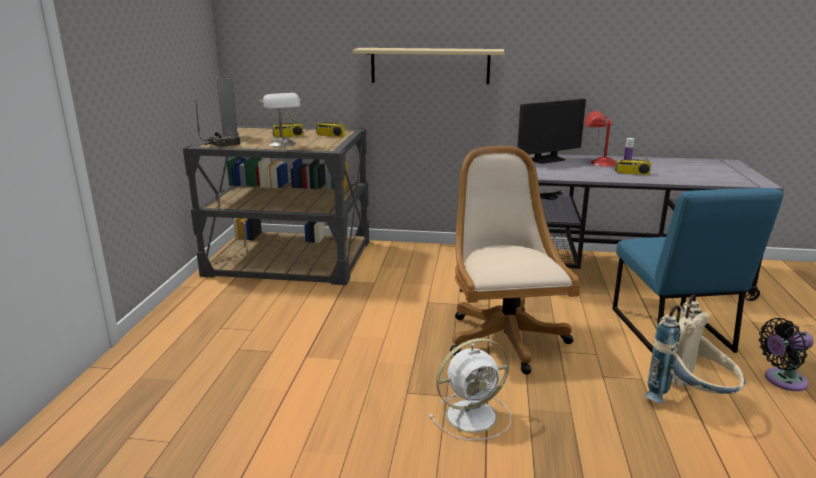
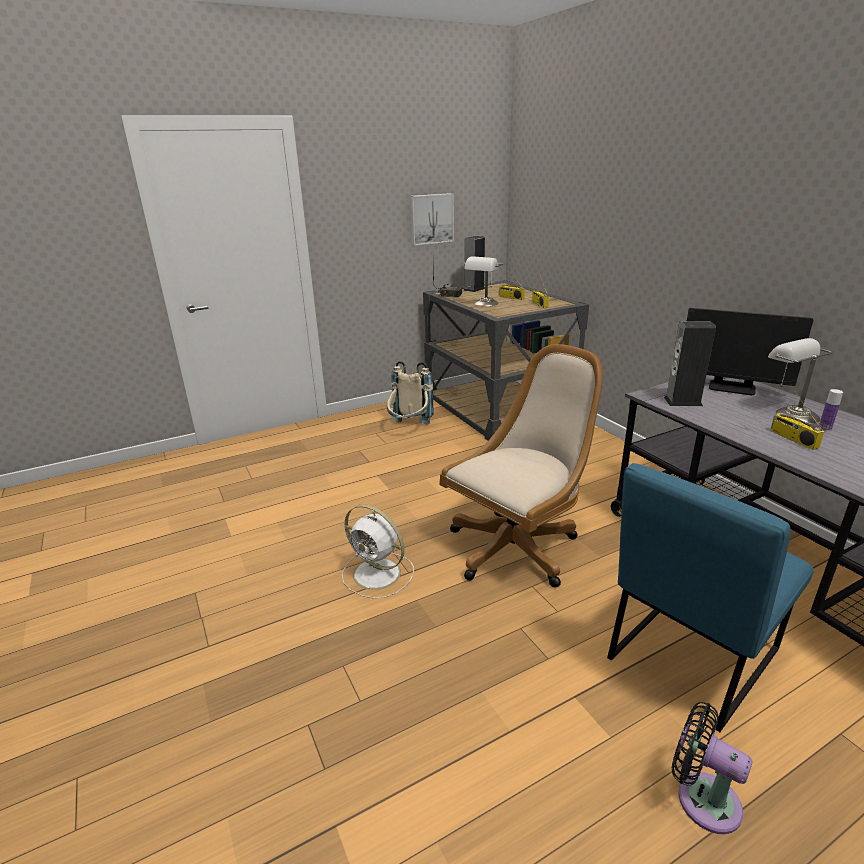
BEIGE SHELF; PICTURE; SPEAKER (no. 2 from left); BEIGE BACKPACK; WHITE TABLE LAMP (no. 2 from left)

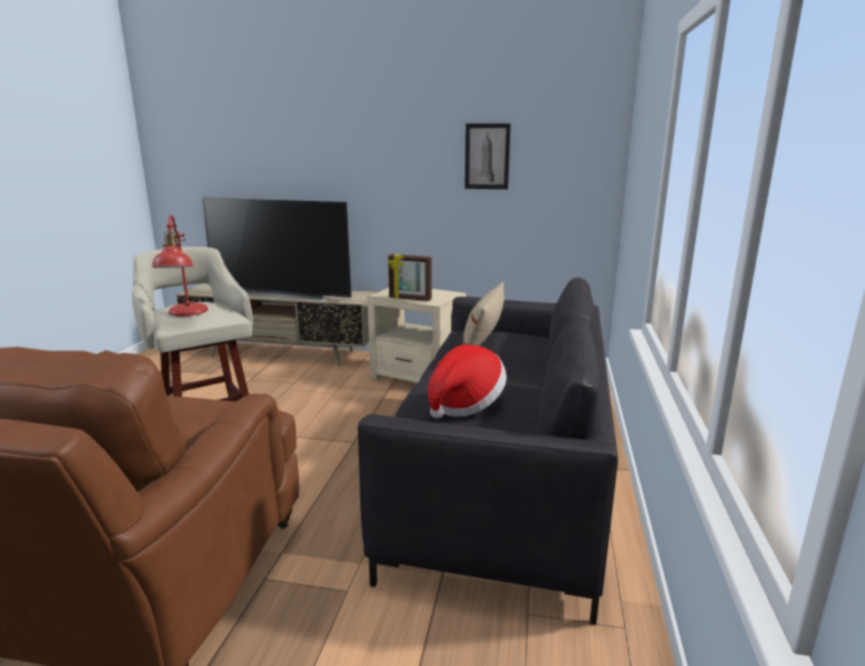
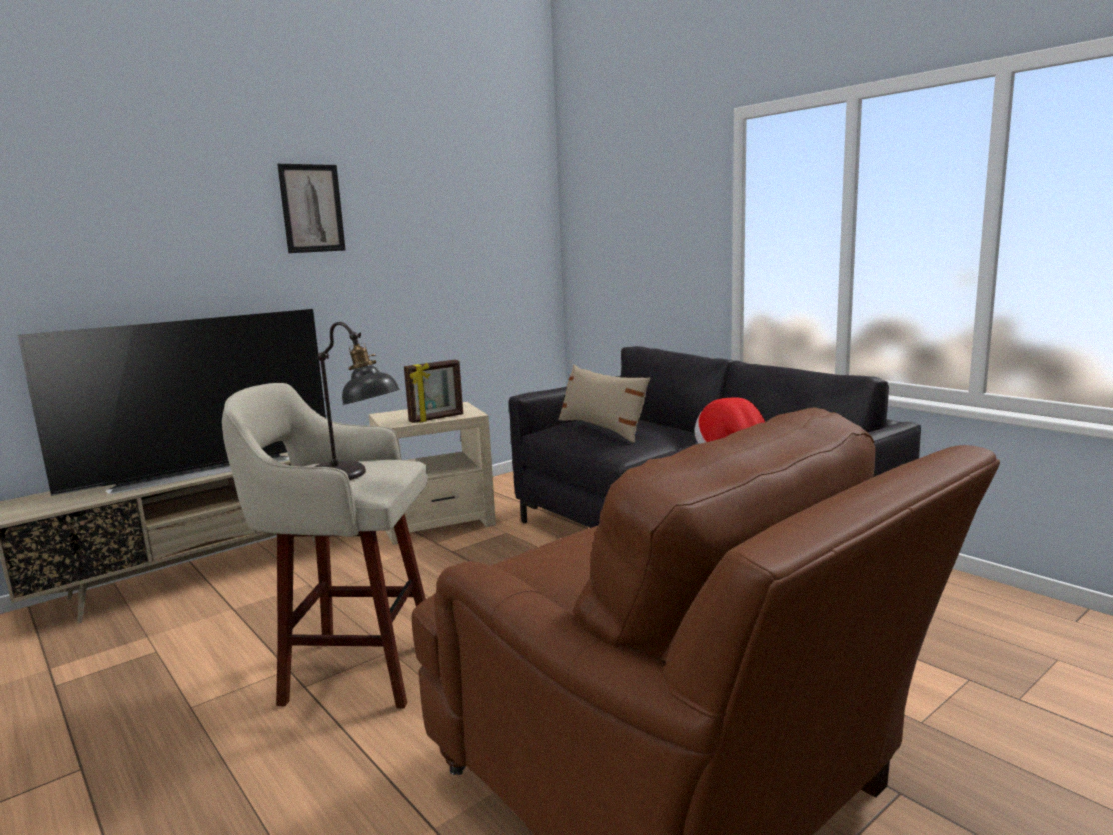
PICTURE; GREY TABLE LAMP

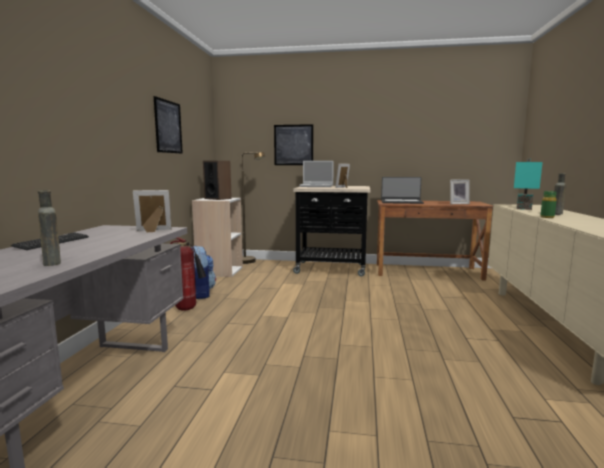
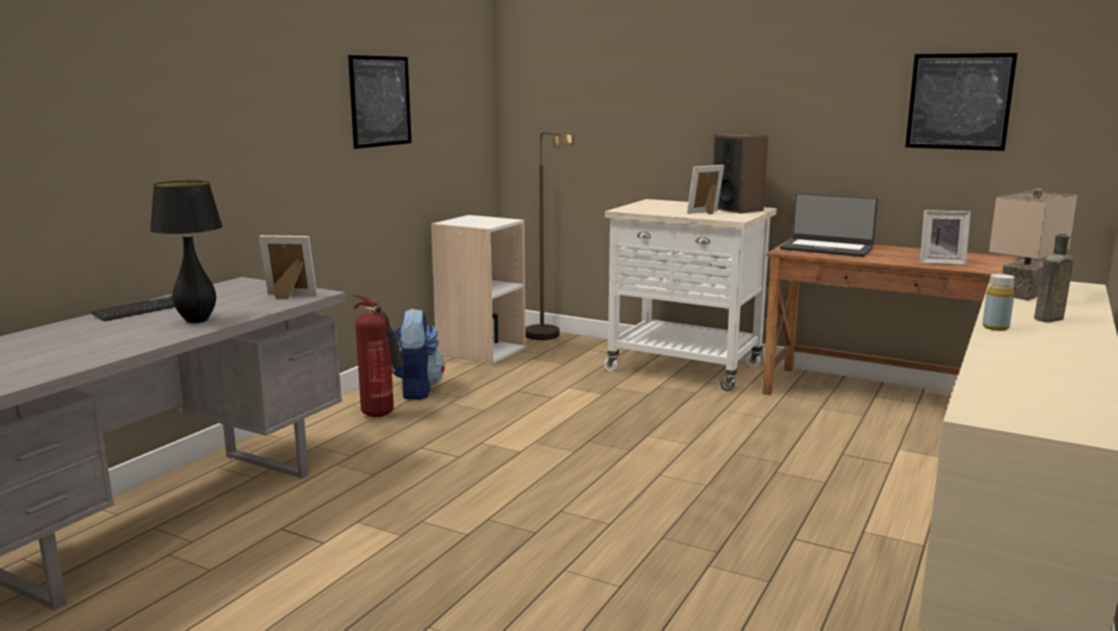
BROWN BOTTLE (no. 1 from left in the first image); LAPTOP (no. 1 from left in the first image); BLACK TABLE LAMP; SPEAKER; PICTURE (no. 2 from left); WHITE CART; BEIGE TABLE LAMP; YELLOW BOTTLE

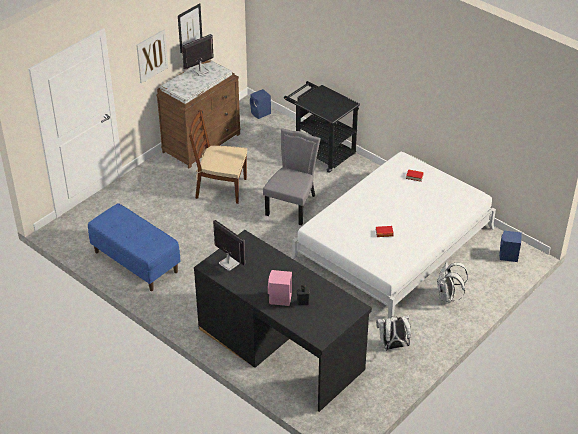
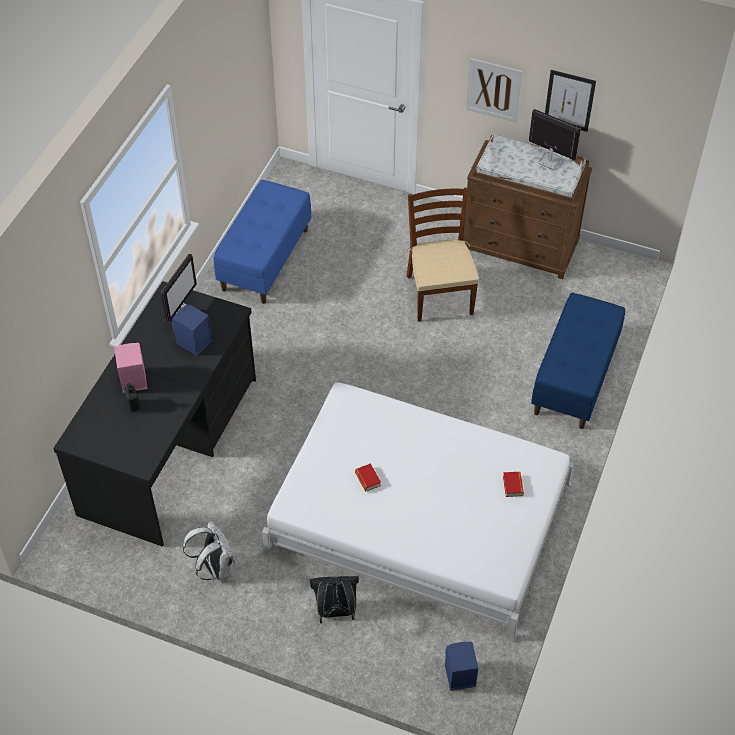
GREY CHAIR; BLUE SPEAKER (no. 1 from left); BLUE BENCH (no. 2 from left); BLACK BACKPACK

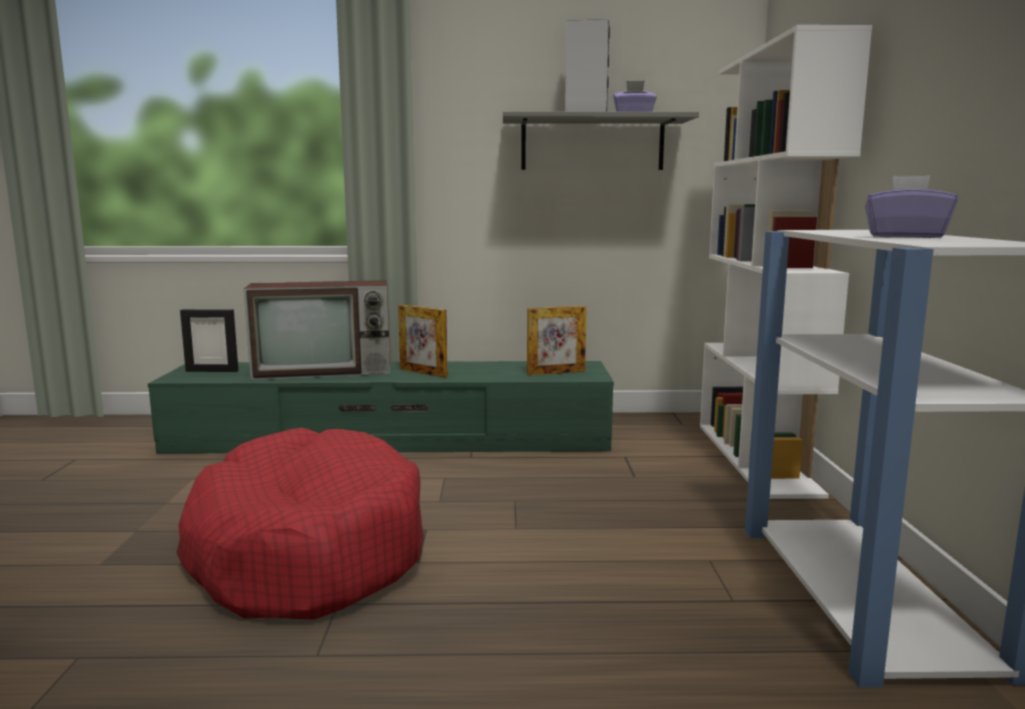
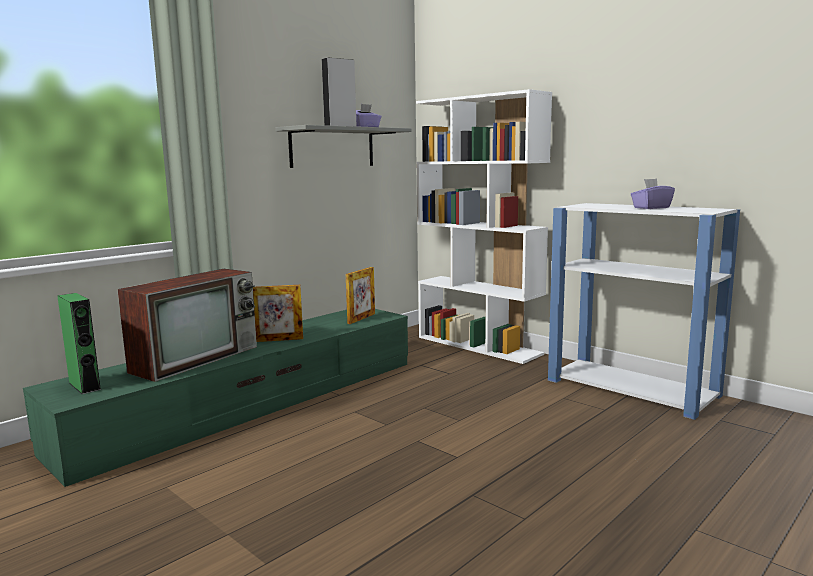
RED DOG BED; GREEN SPEAKER

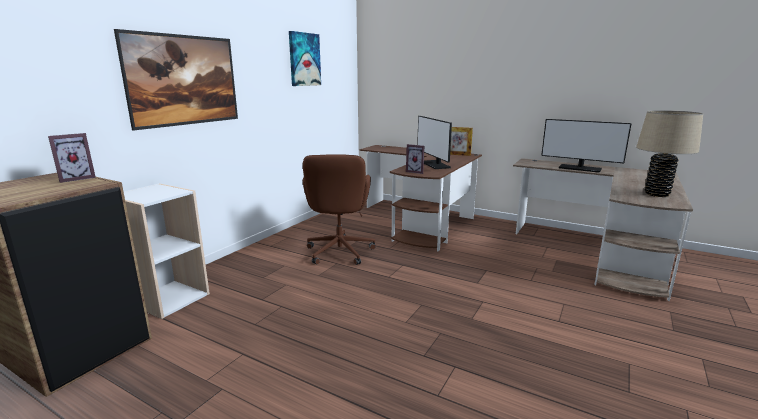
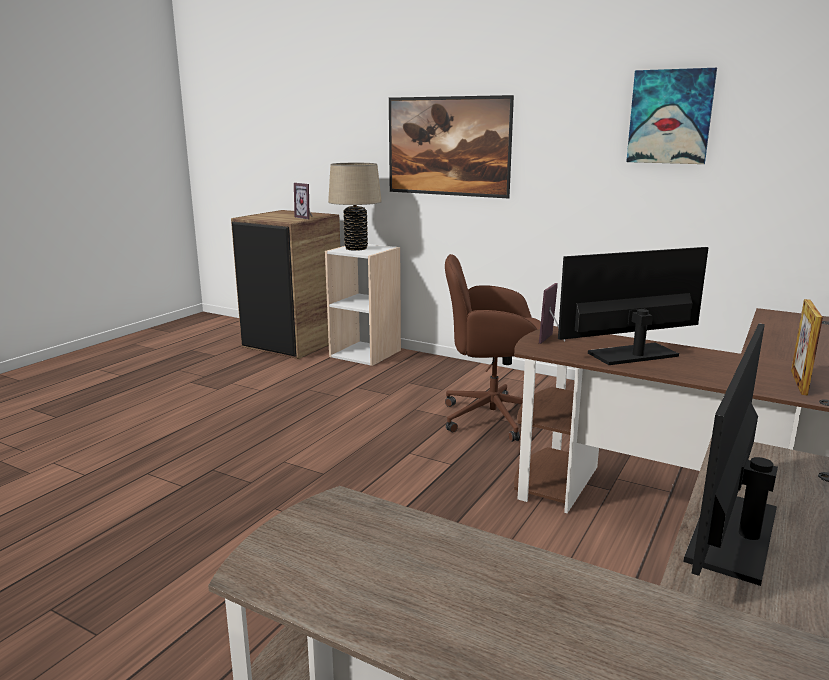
BEIGE TABLE LAMP

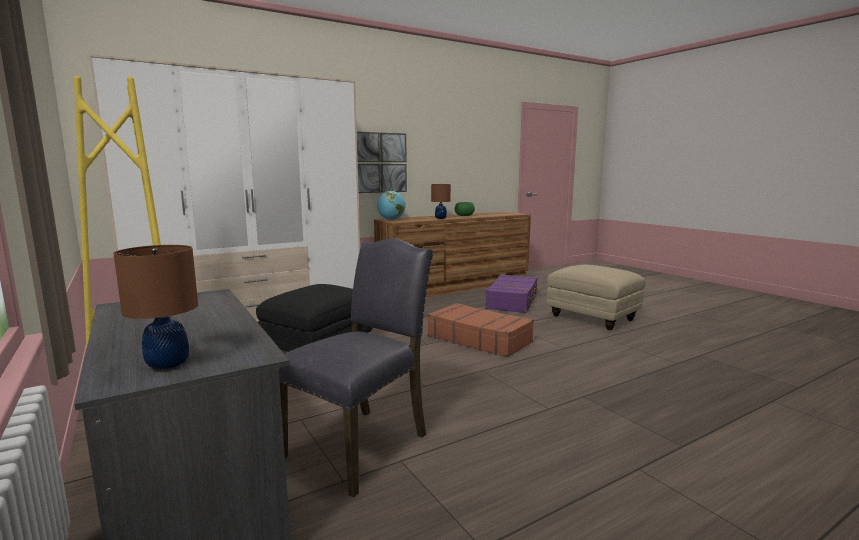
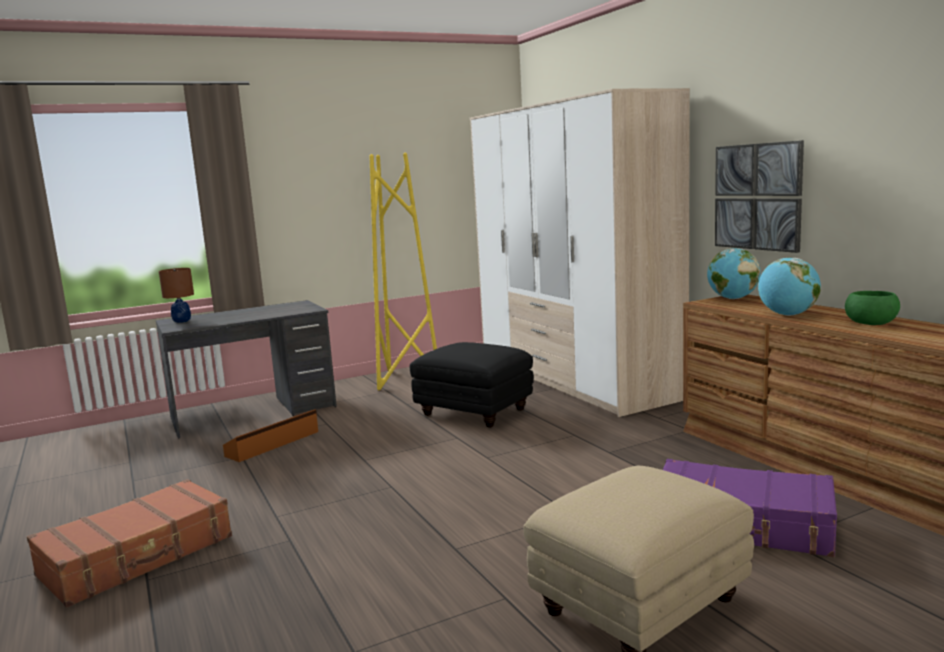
BROWN SUITCASE; BROWN STORAGE BOX; GLOBE (no. 2 from left)

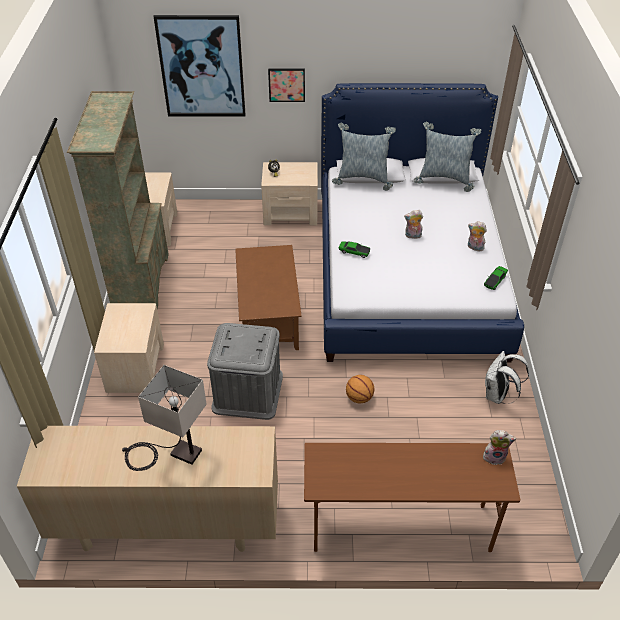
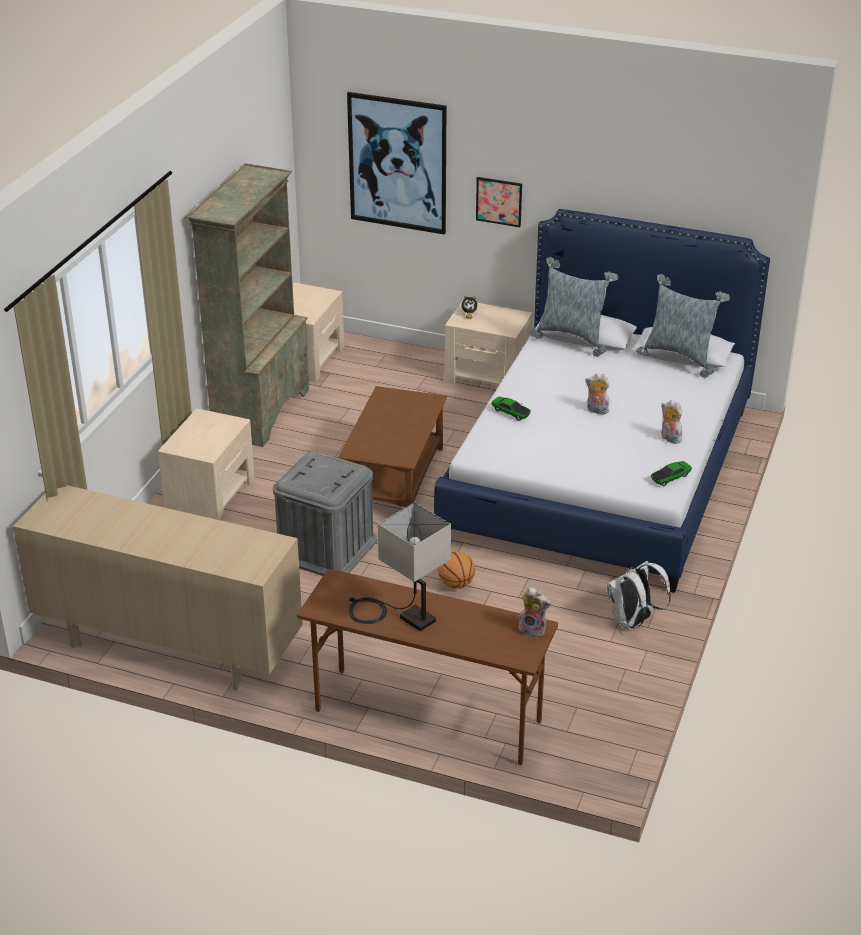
TABLE LAMP

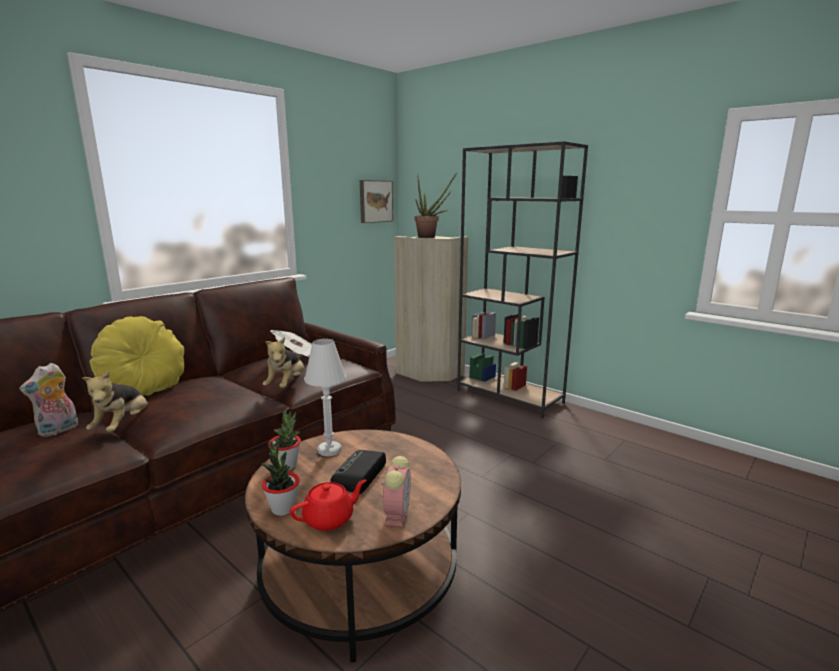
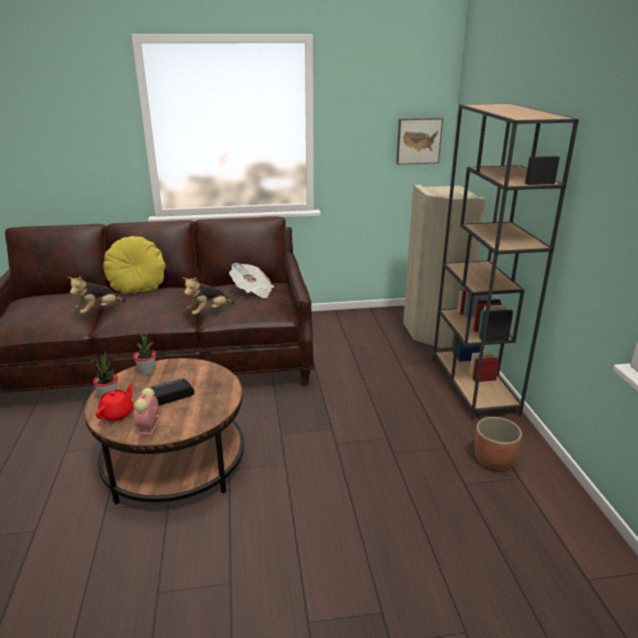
PLUSH TOY (no. 1 from left in the first image); WHITE TABLE LAMP; POTTED PLANT (no. 3 from left in the first image); PLANTER; RED TEAPOT; ALARM CLOCK

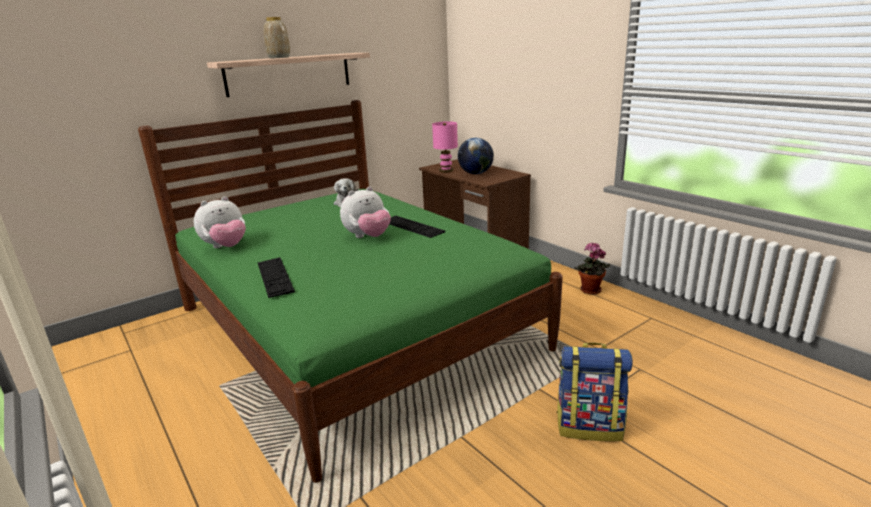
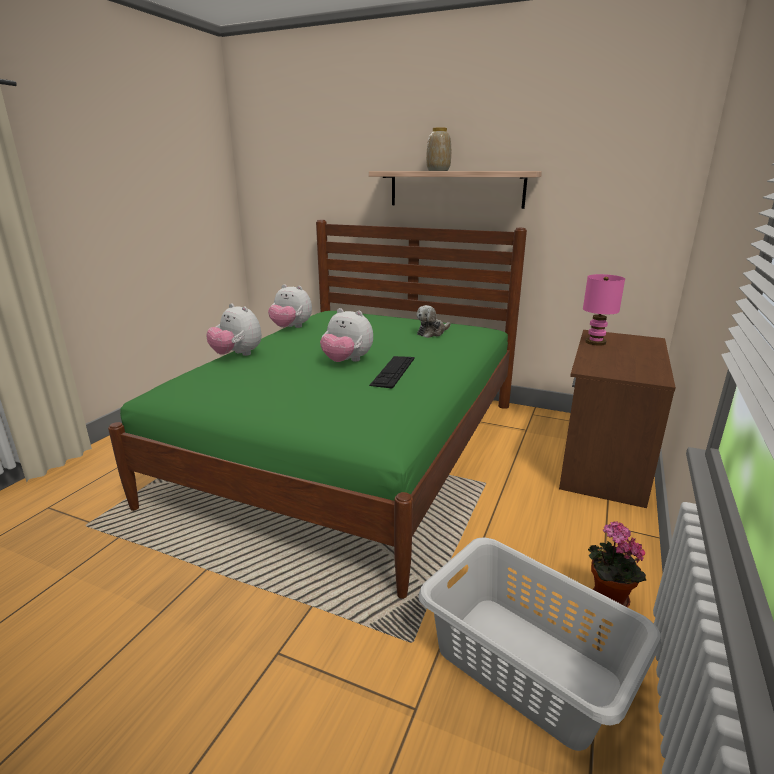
GLOBE; BACKPACK; GREY LAUNDRY BASKET; PLUSH TOY (no. 1 from left)

